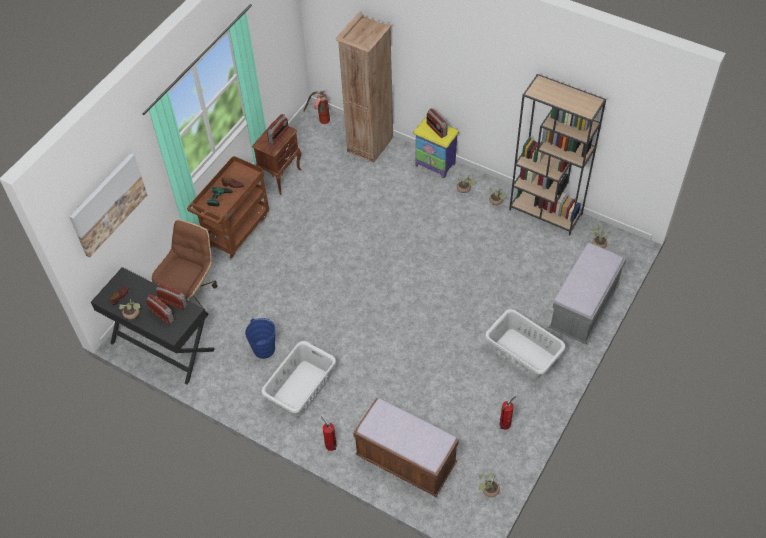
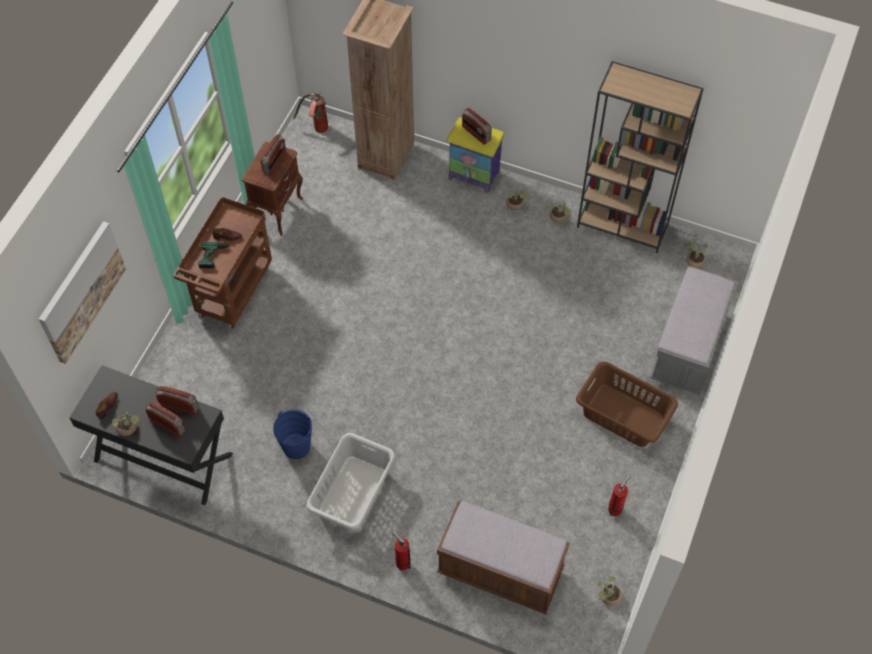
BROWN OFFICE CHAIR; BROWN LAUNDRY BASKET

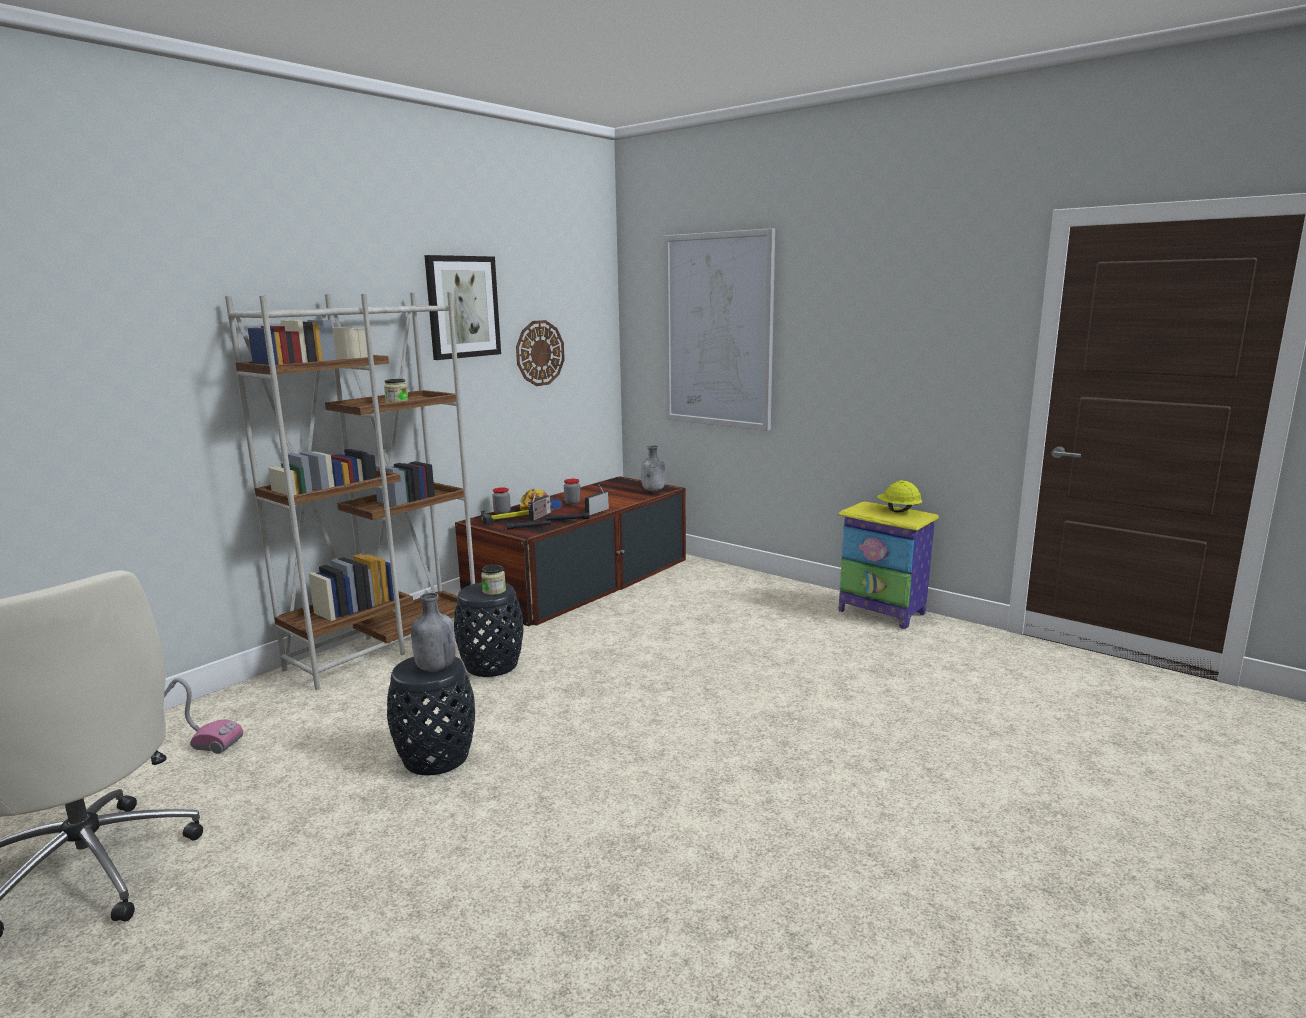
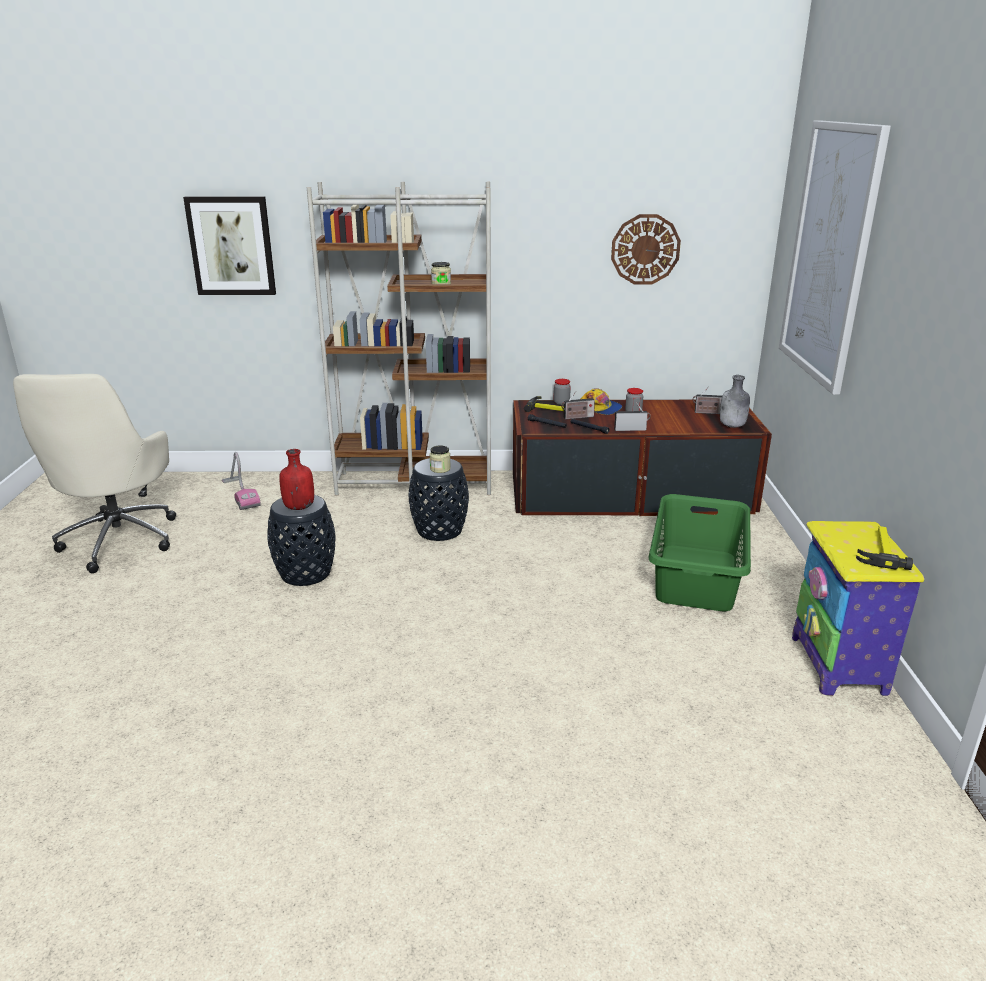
GREEN LAUNDRY BASKET; RADIO (no. 3 from left); PICTURE (no. 1 from left); HAMMER (no. 2 from left); RED BOTTLE

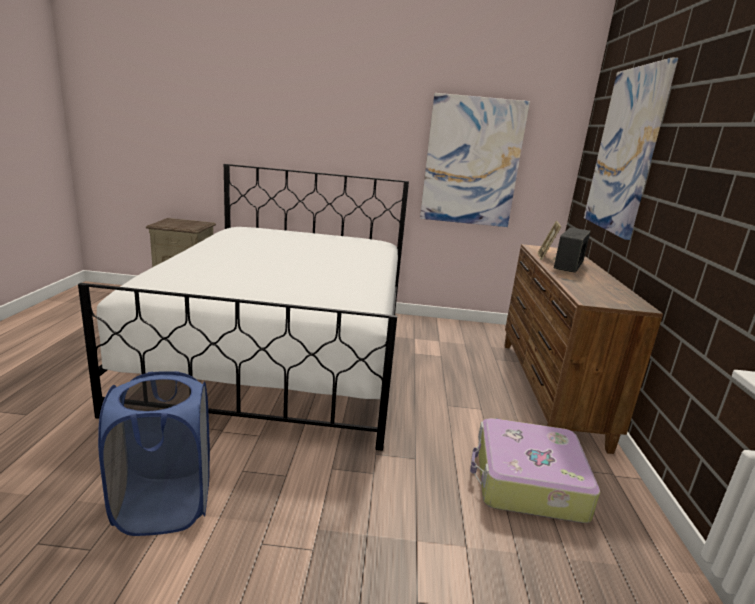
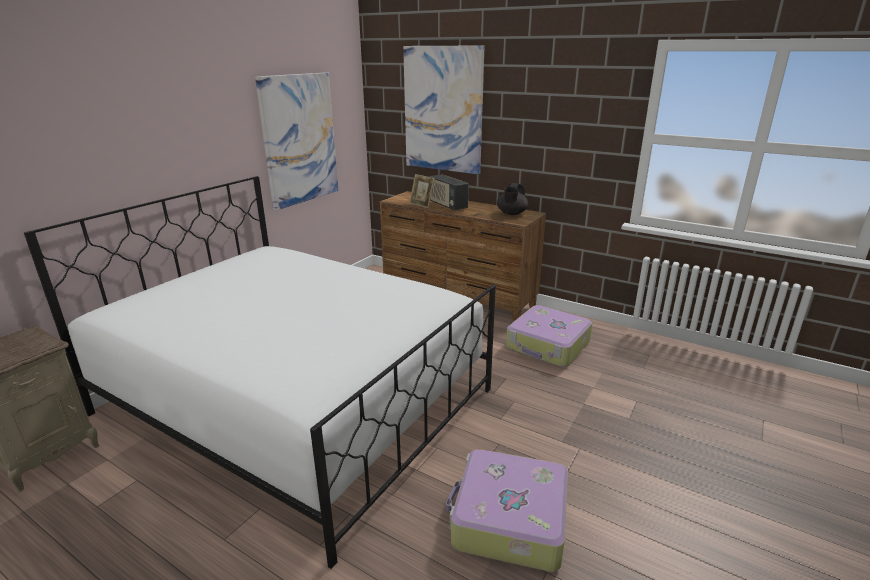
BLACK TEAPOT; SUITCASE (no. 1 from left)

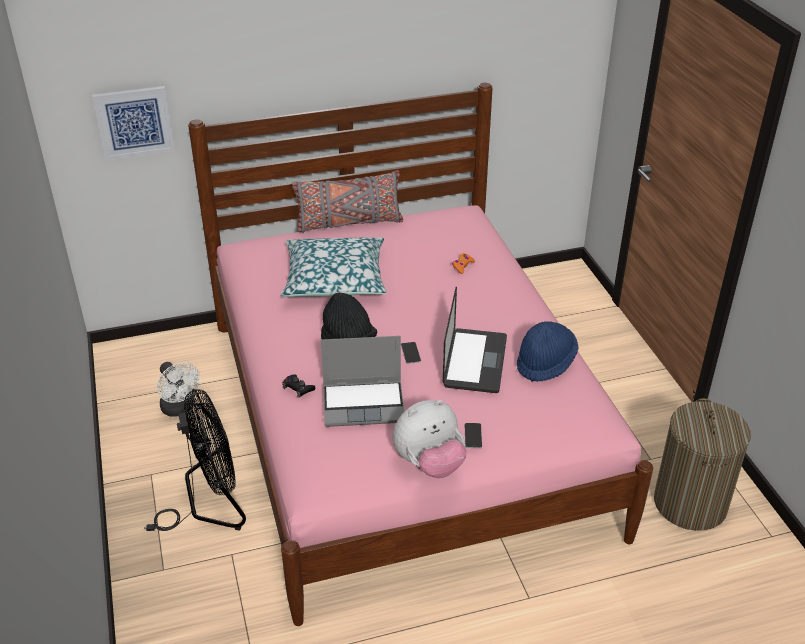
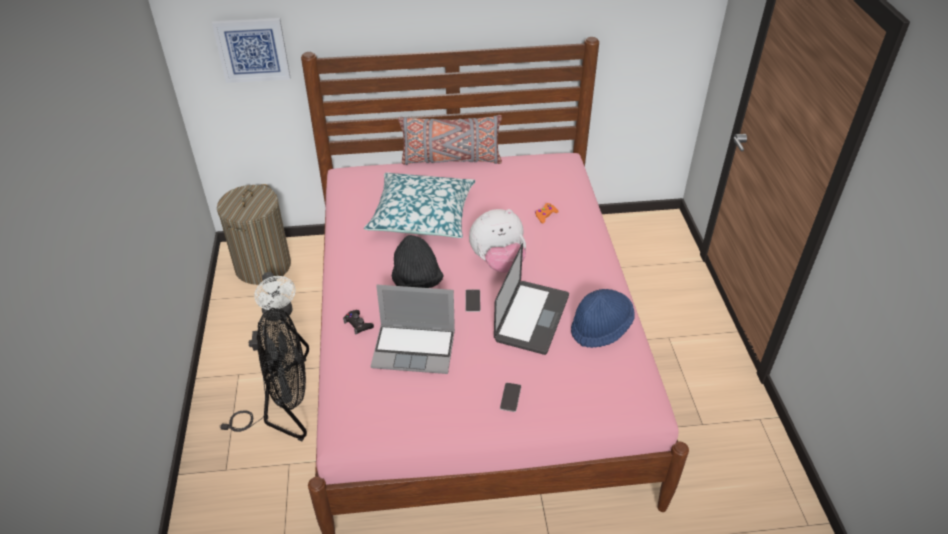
PLUSH TOY; LAUNDRY BASKET

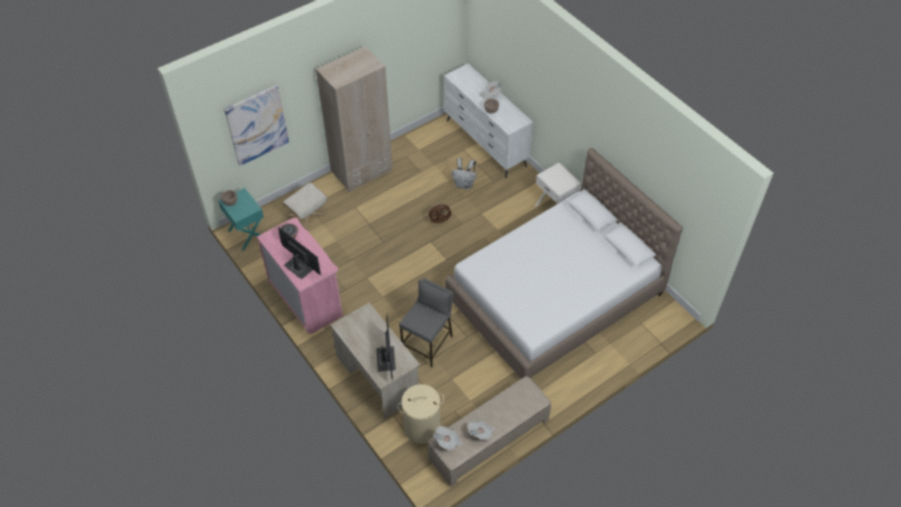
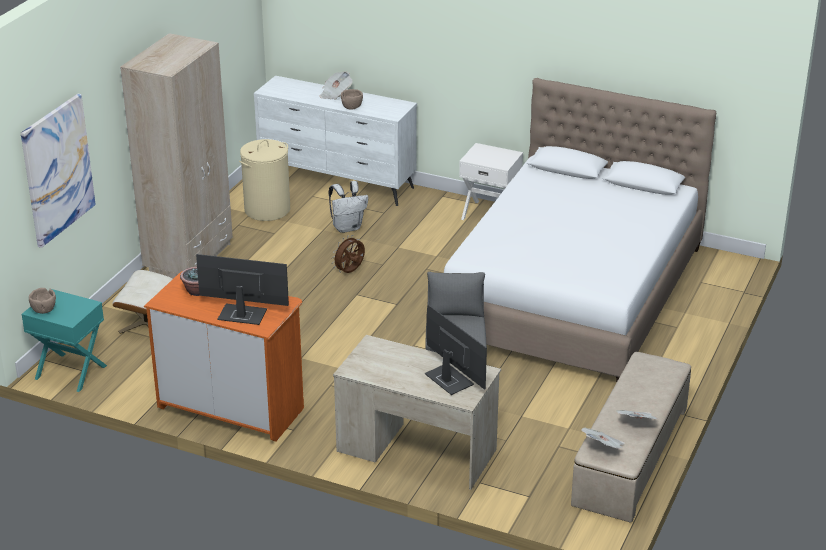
BEIGE LAUNDRY BASKET; ORANGE DRESSER

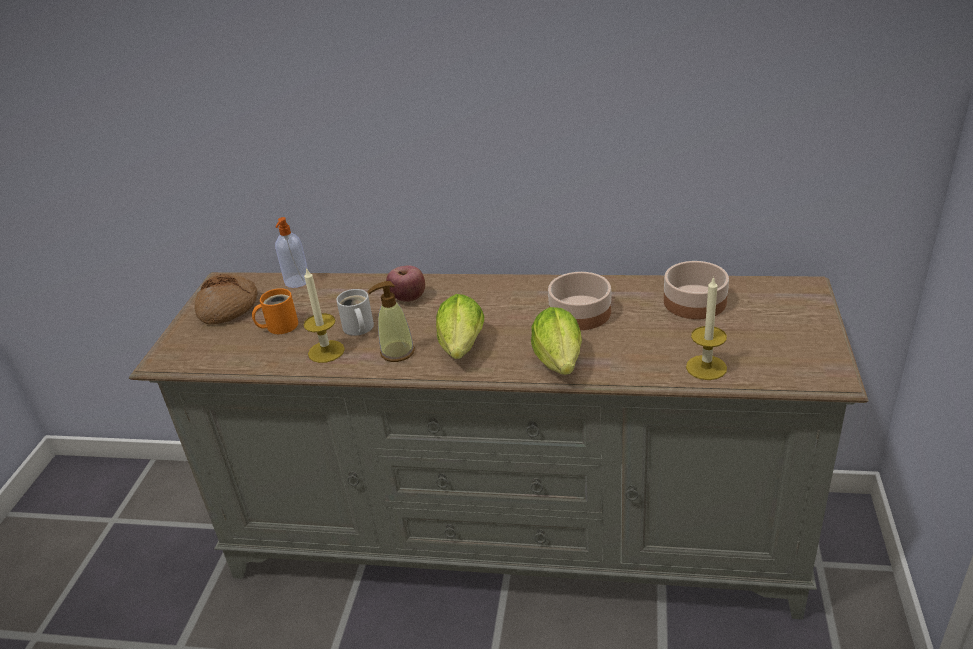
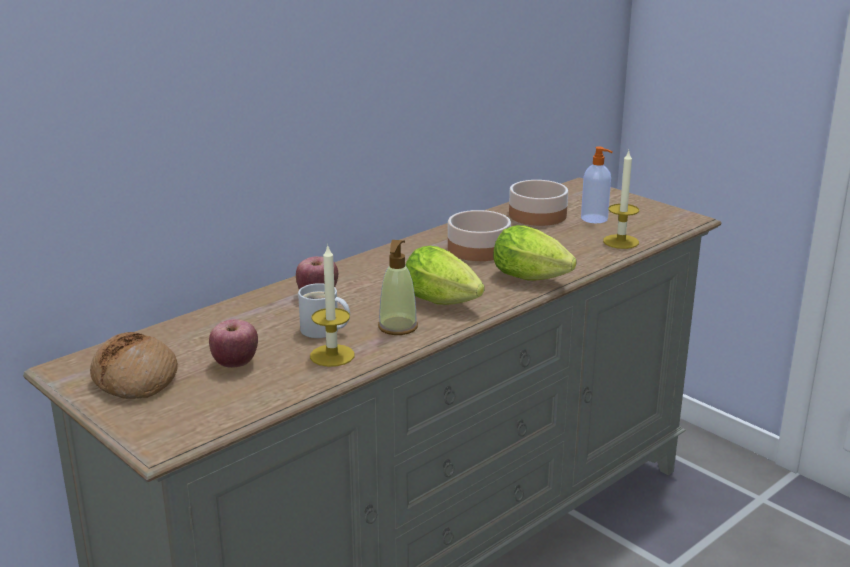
SOAP DISPENSER (no. 2 from left); APPLE (no. 1 from left)

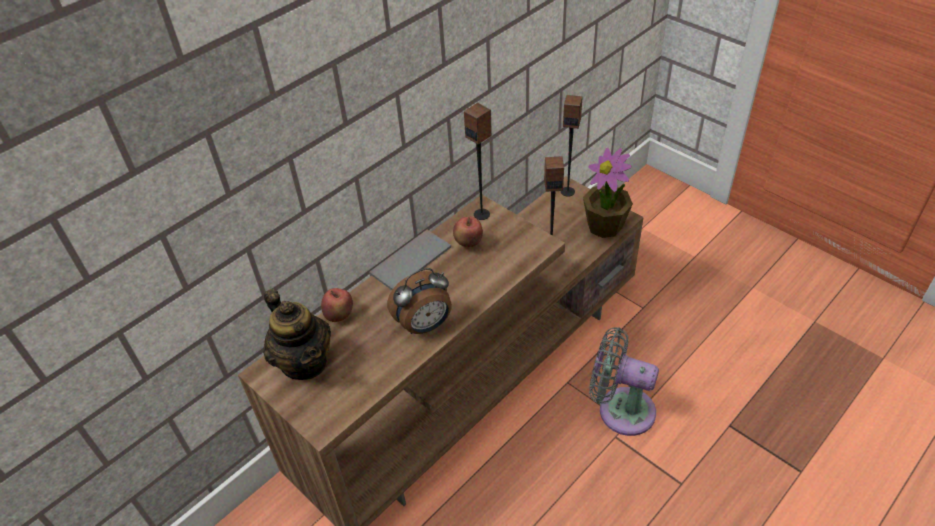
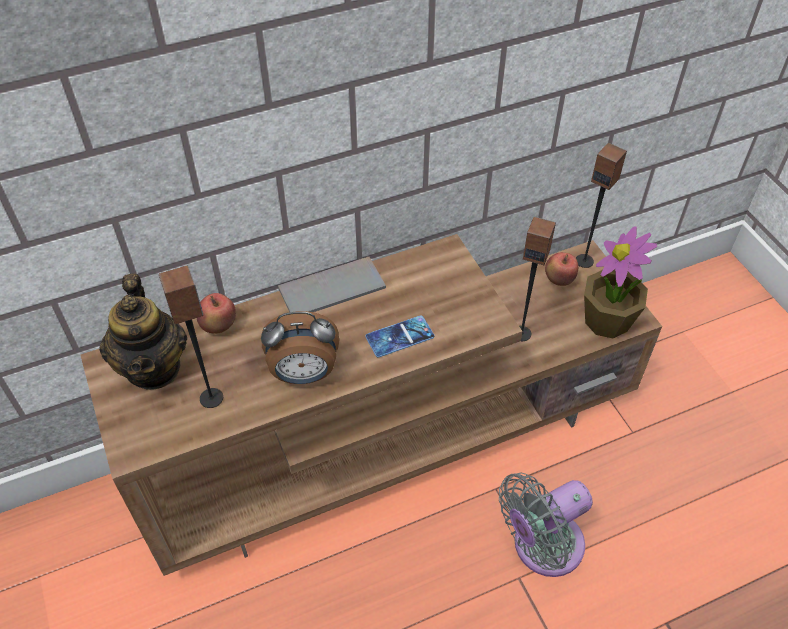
PHONE; APPLE (no. 2 from left); SPEAKER (no. 1 from left); GREY FAN

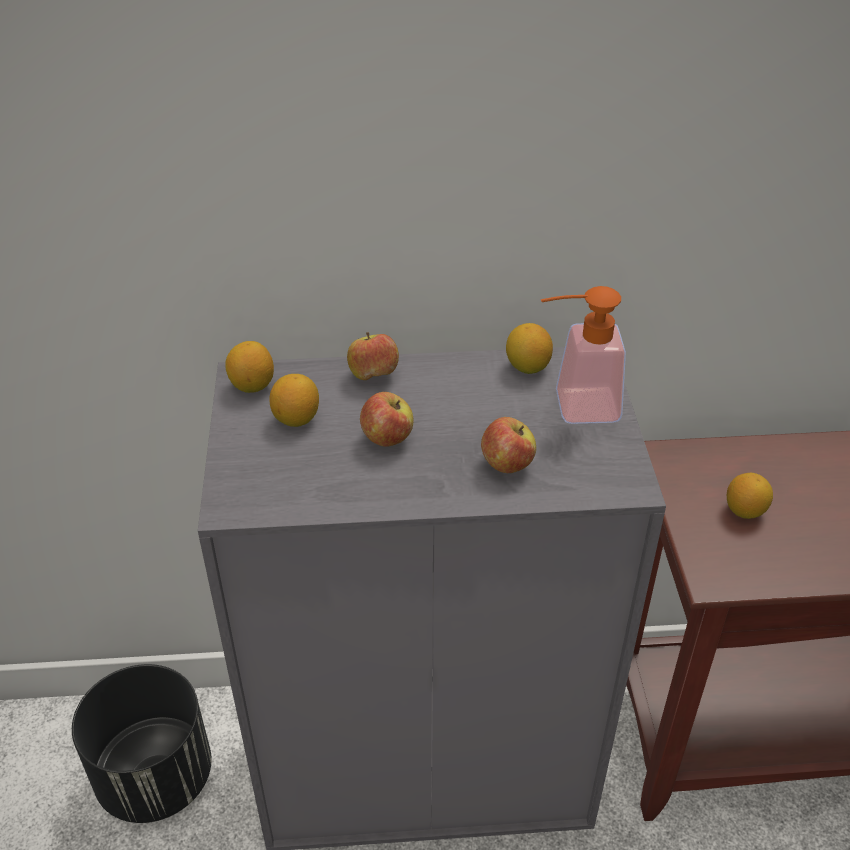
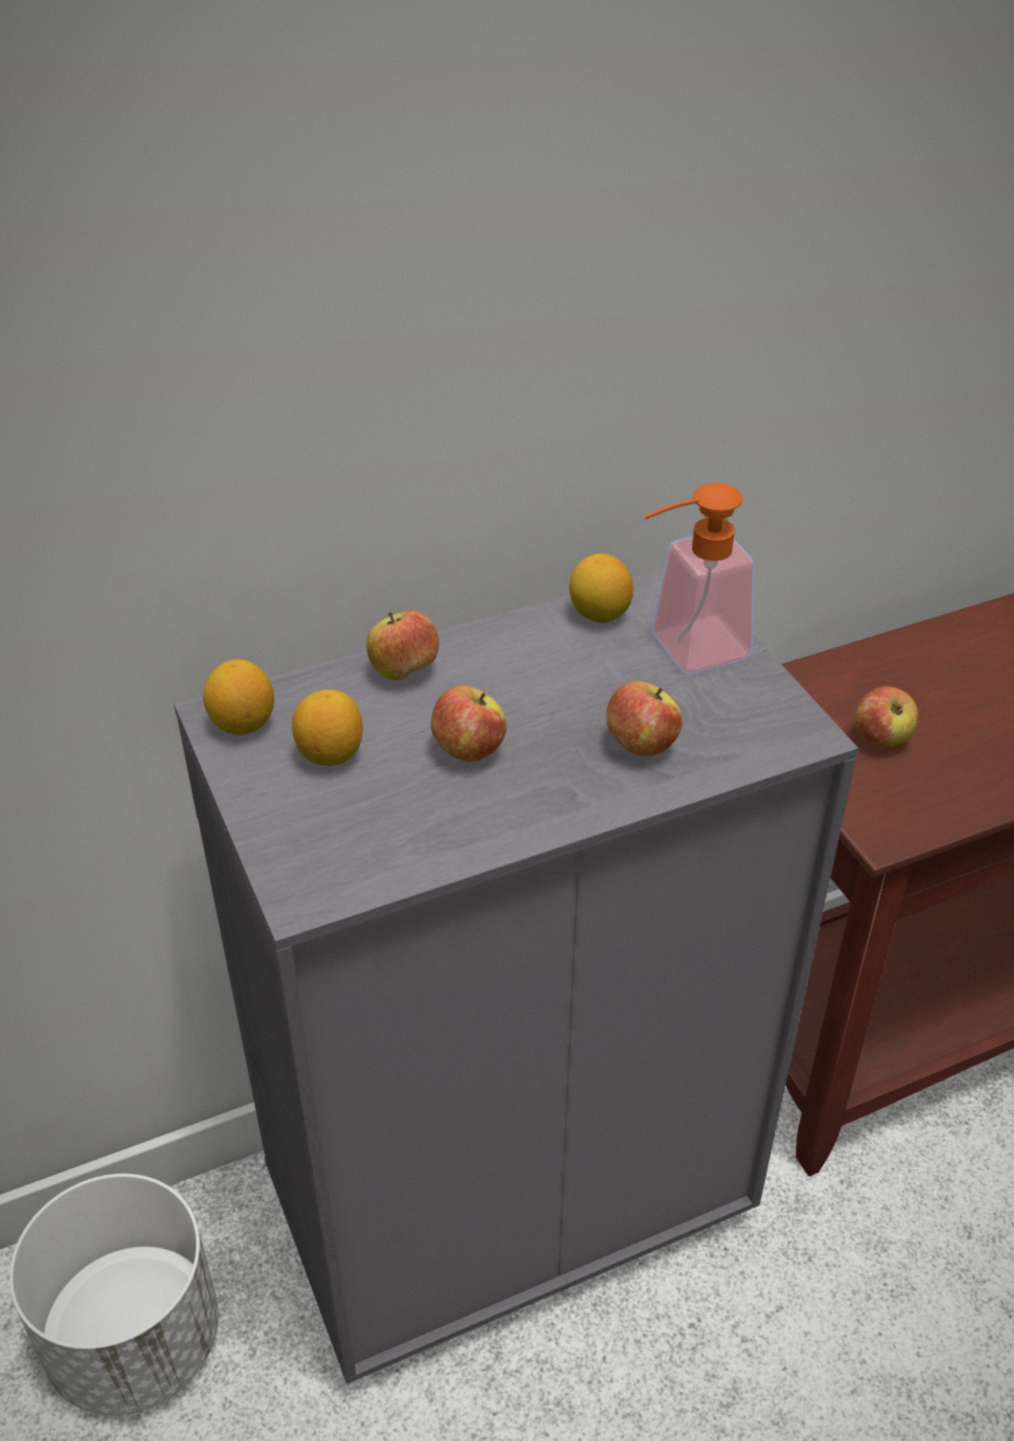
APPLE (no. 4 from left); WHITE PLANTER

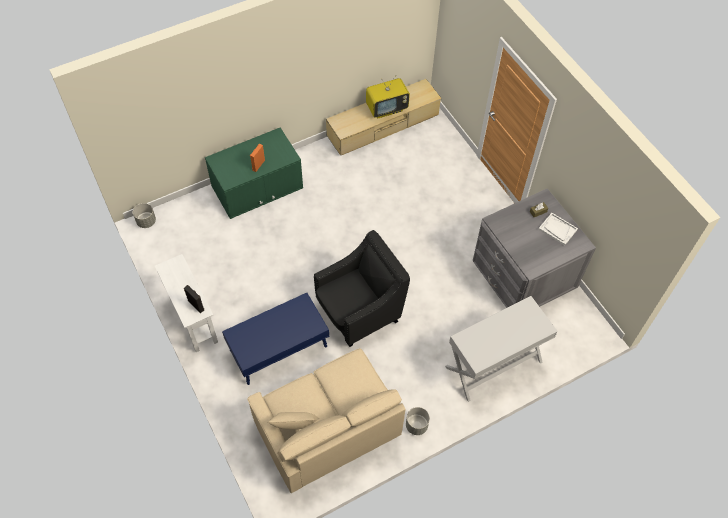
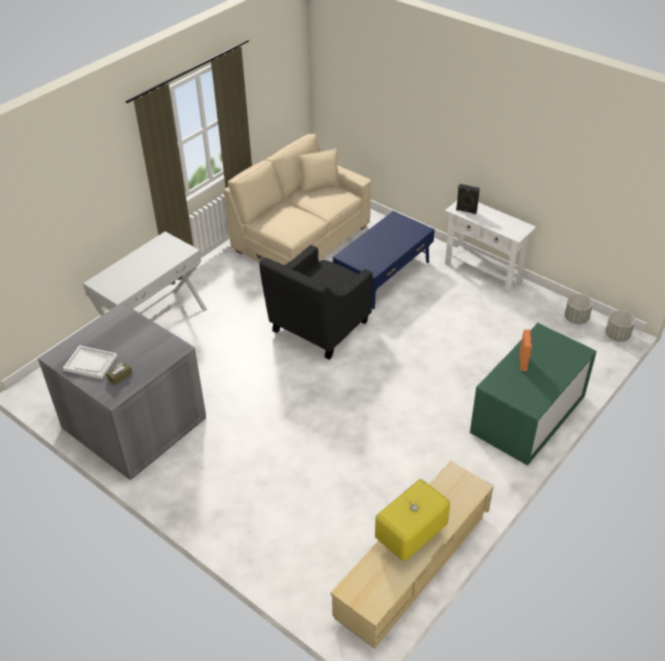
GREY PLANTER (no. 1 from left)

